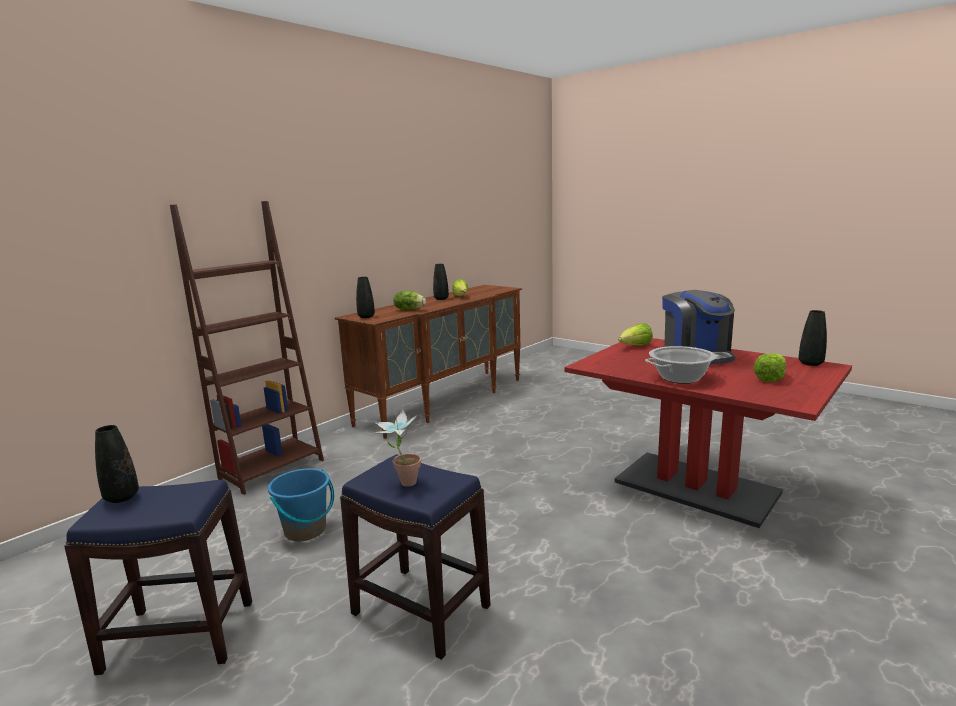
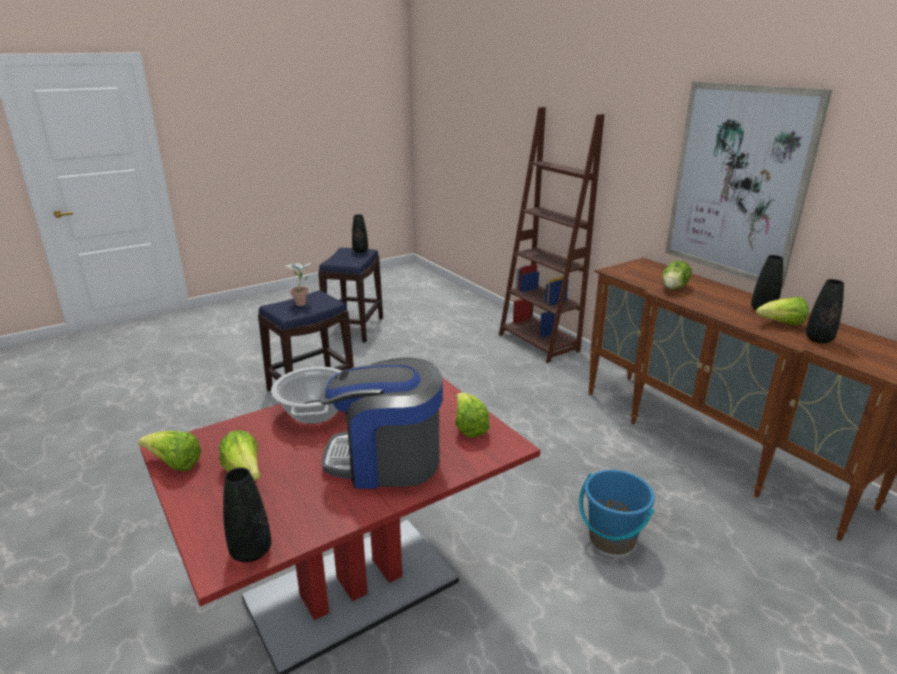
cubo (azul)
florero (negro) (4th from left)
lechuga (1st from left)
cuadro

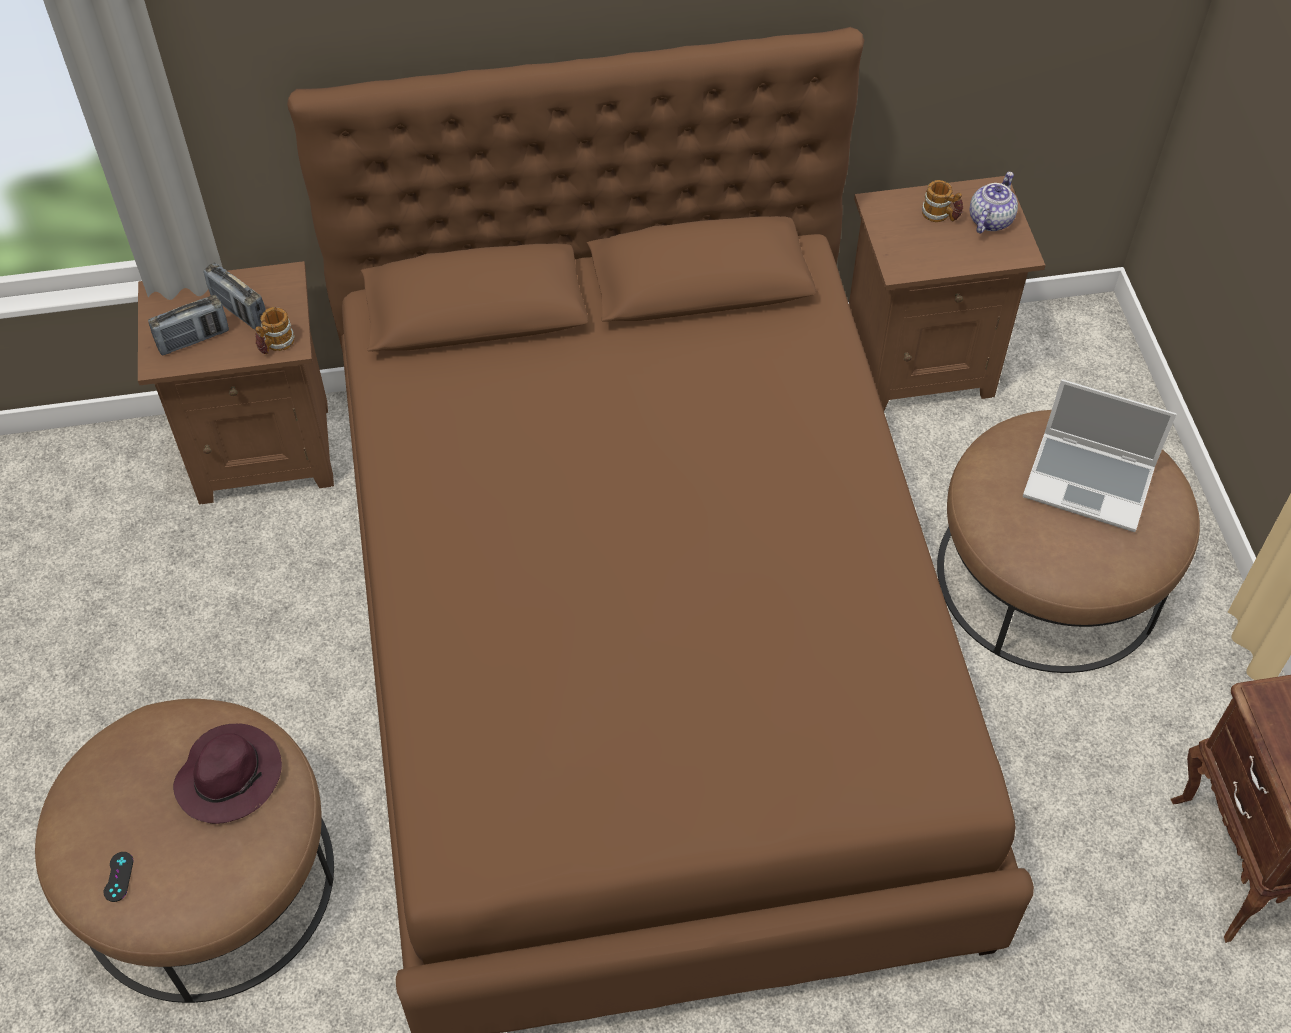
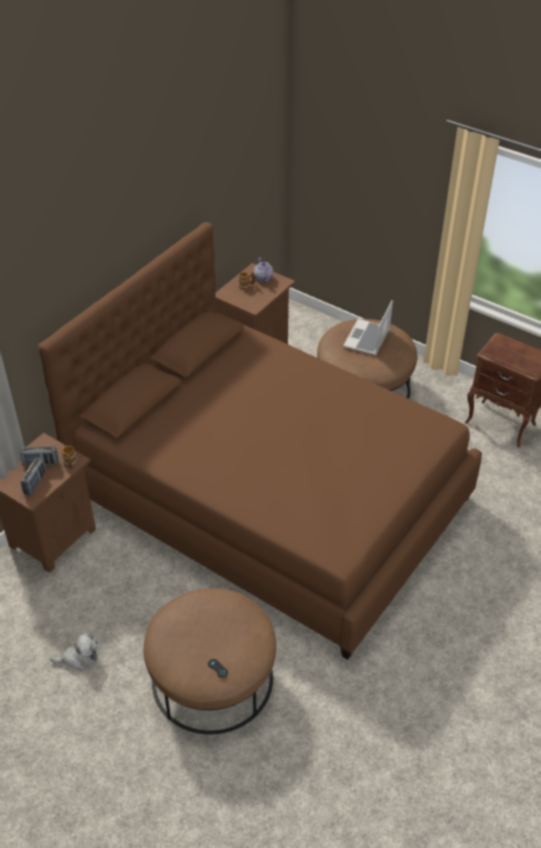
sombrero (morado)
portátil
peluche

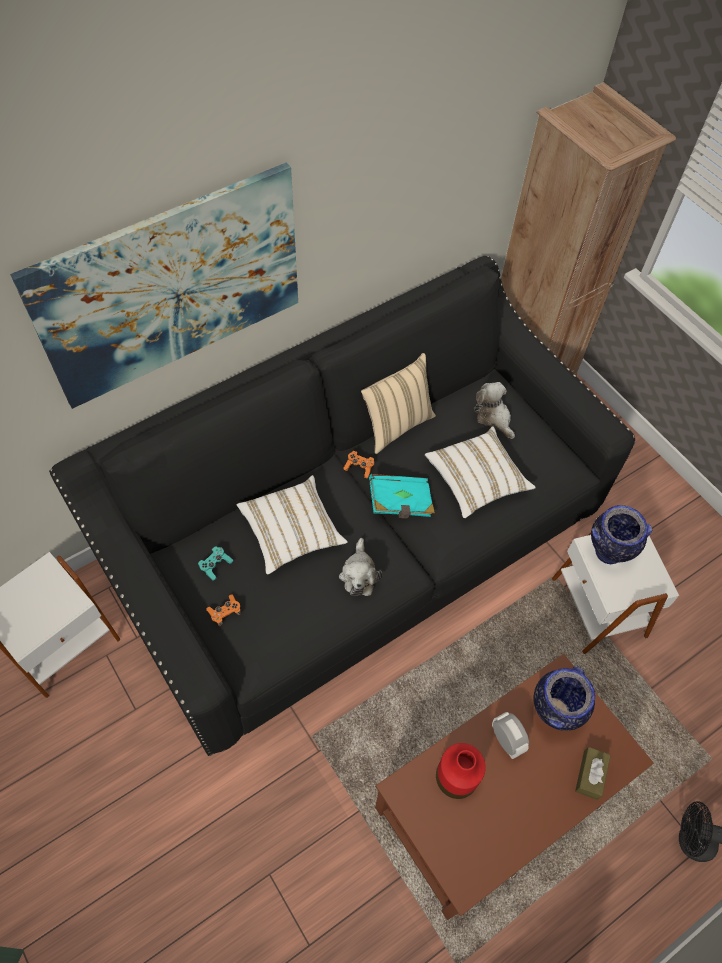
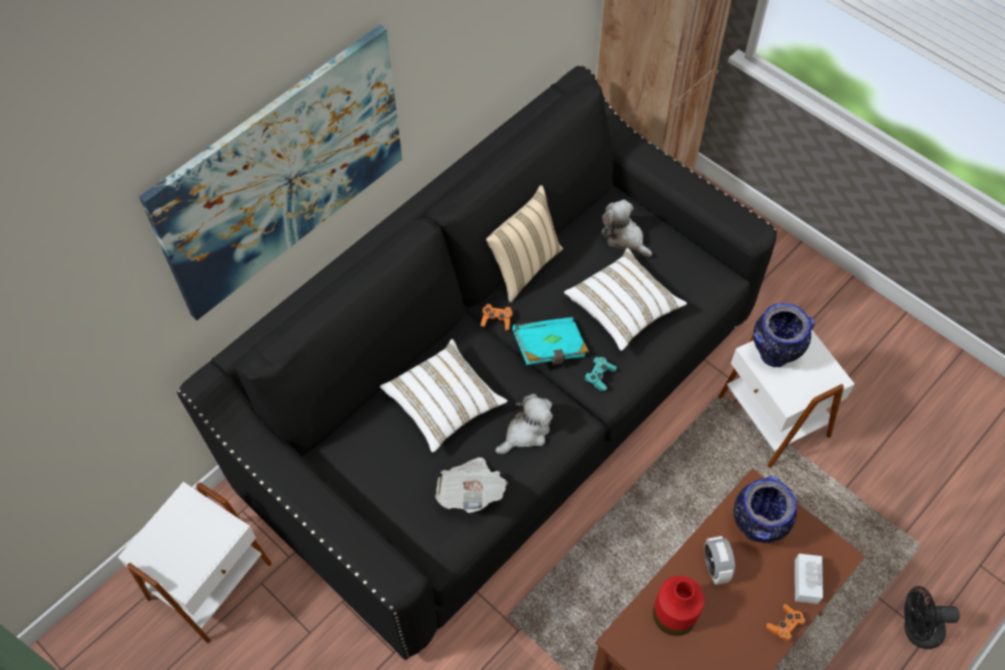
mando de consola (turquesa)
mando de consola (naranja) (2nd from left)
peluche (1st from left)
despertador
caja de pañuelos (blanco)
periódico

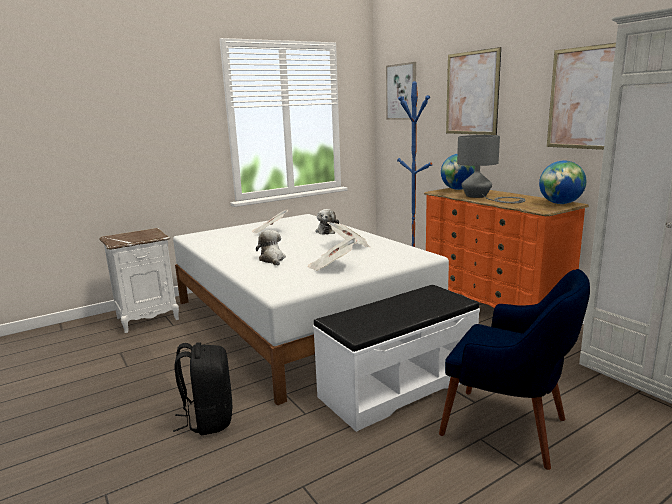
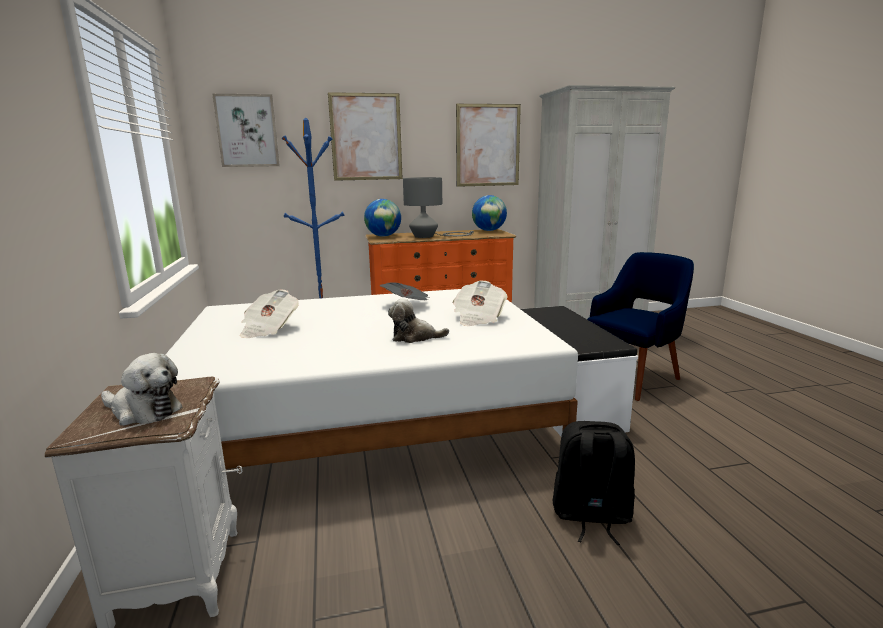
peluche (1st from left)

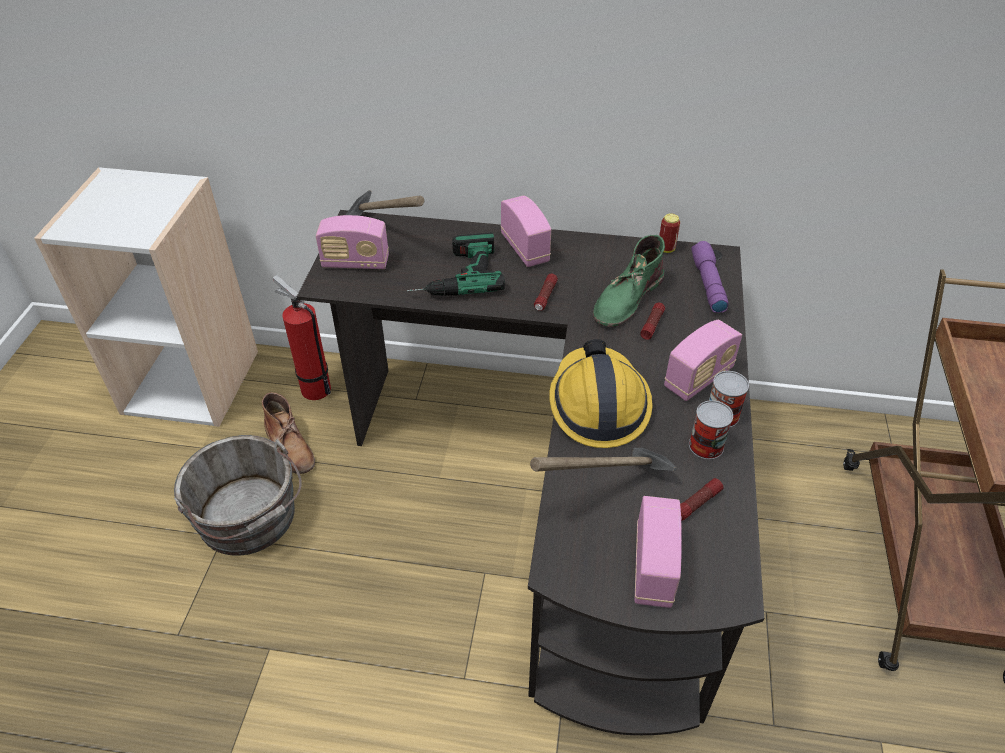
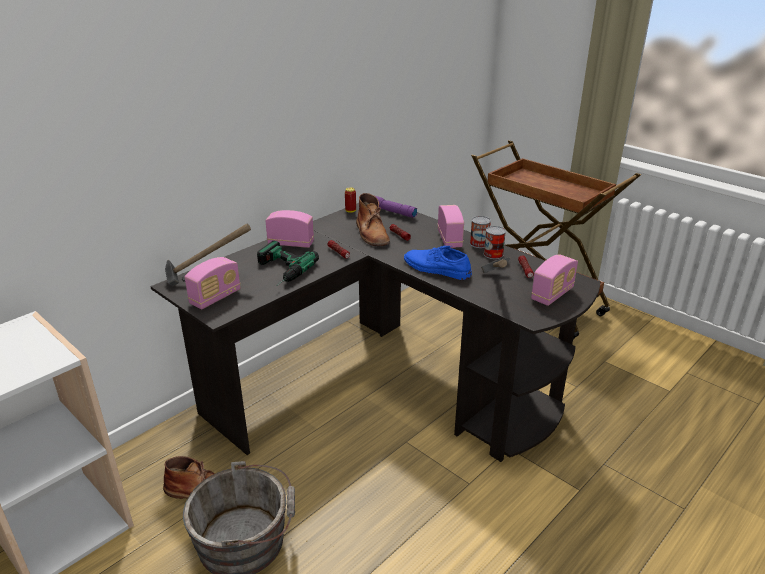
extintor
zapato (azul)
bota (marrón) (2nd from left)
radio (4th from left)

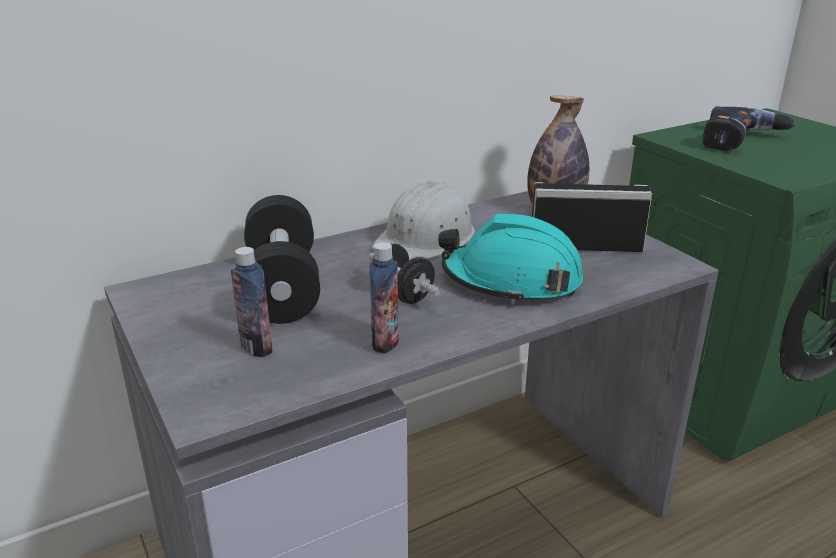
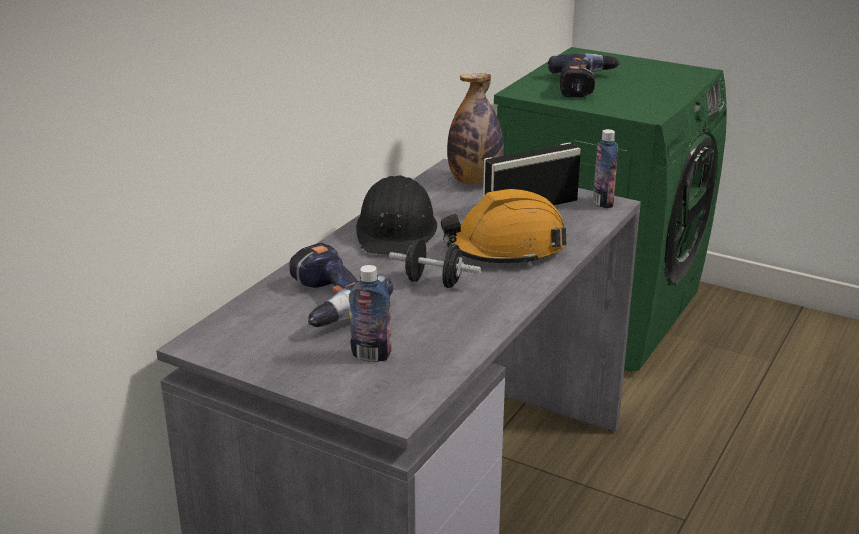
taladro (1st from left)
botella (3rd from left)
casco (negro)
casco (naranja)

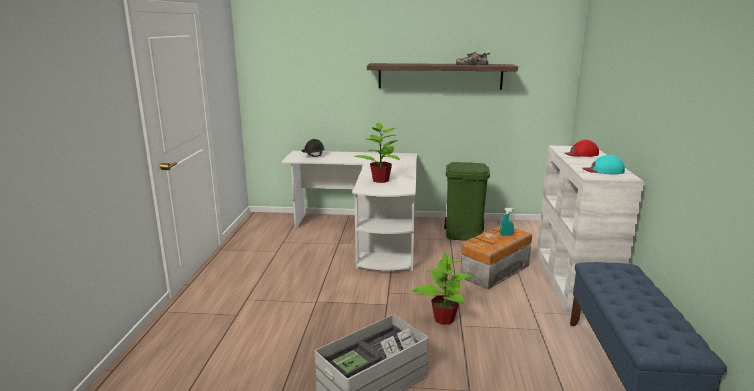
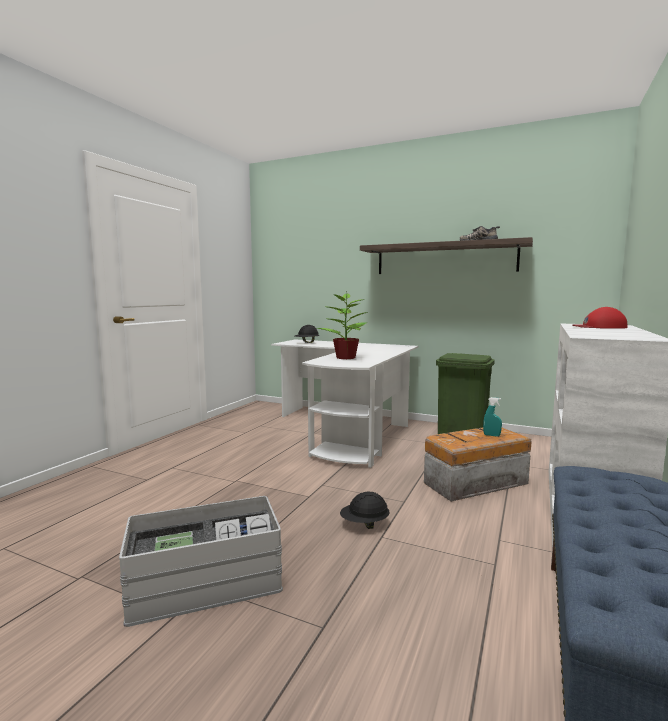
casco (negro) (2nd from left)
gorra (turquesa)

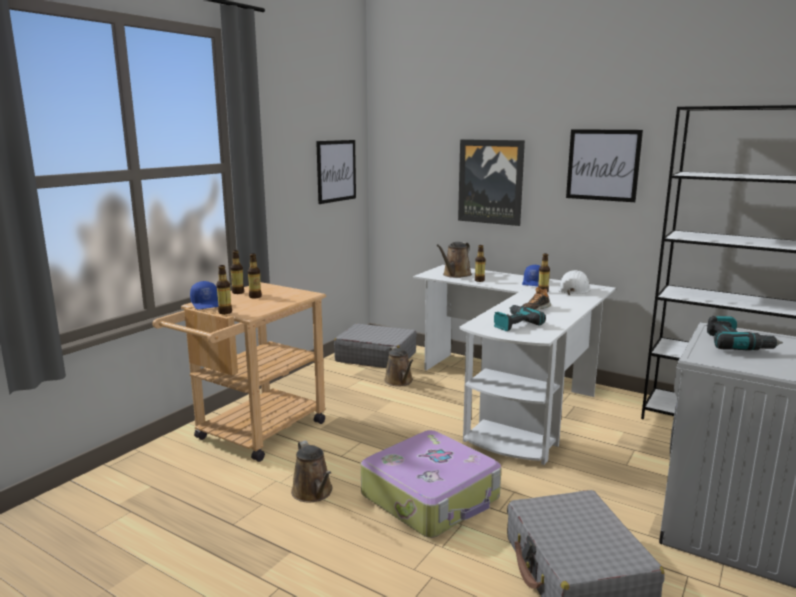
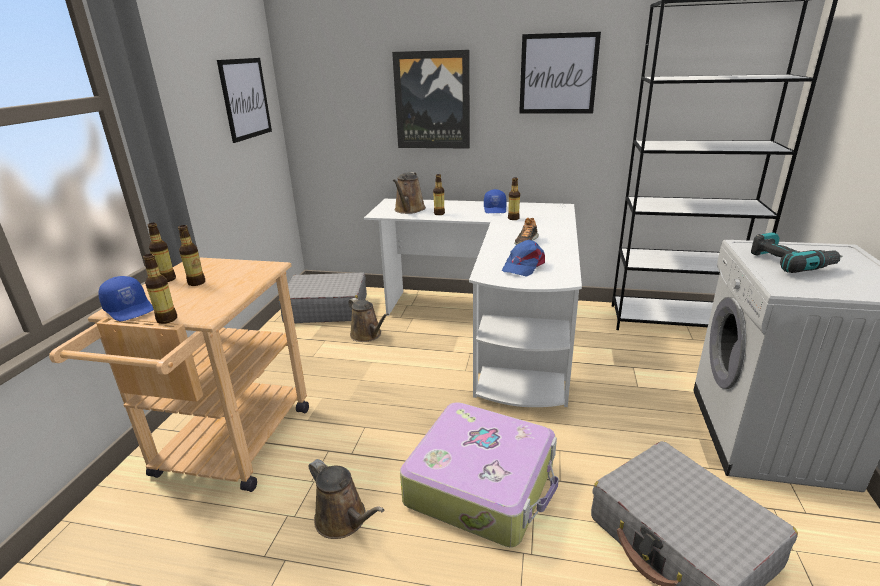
gorra (azul) (3rd from left)
casco (blanco)

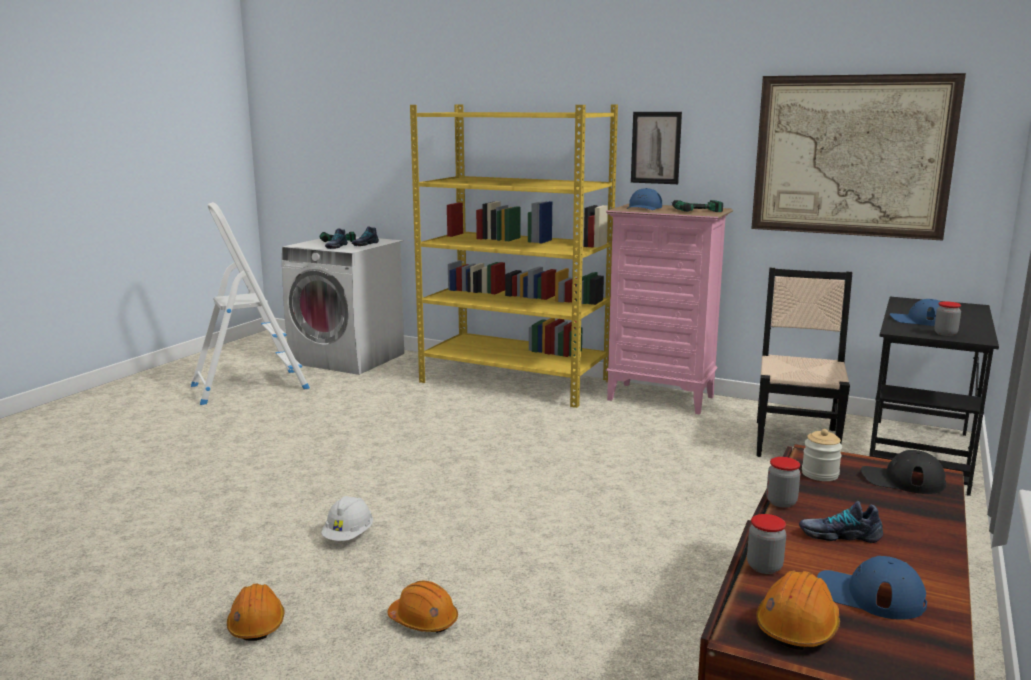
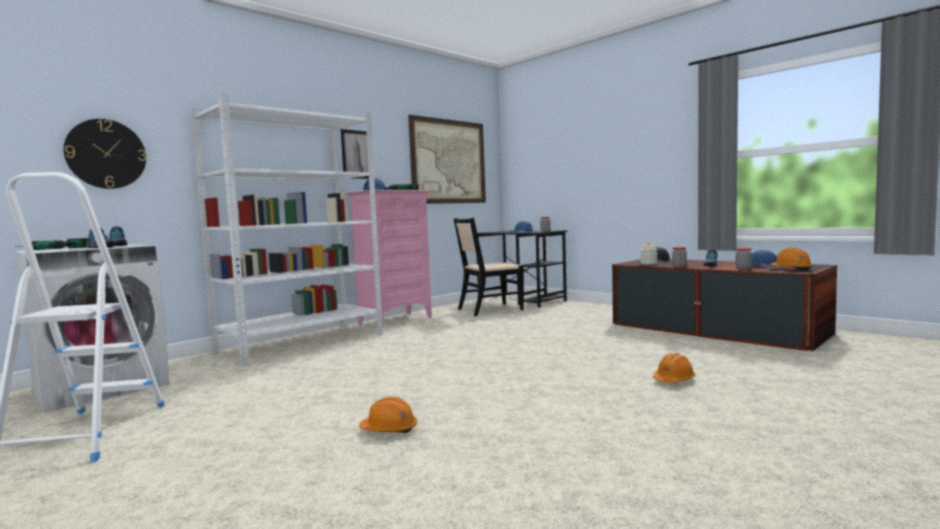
casco (naranja) (1st from left)
casco (blanco)
estantería (blanco)
silla
reloj de pared

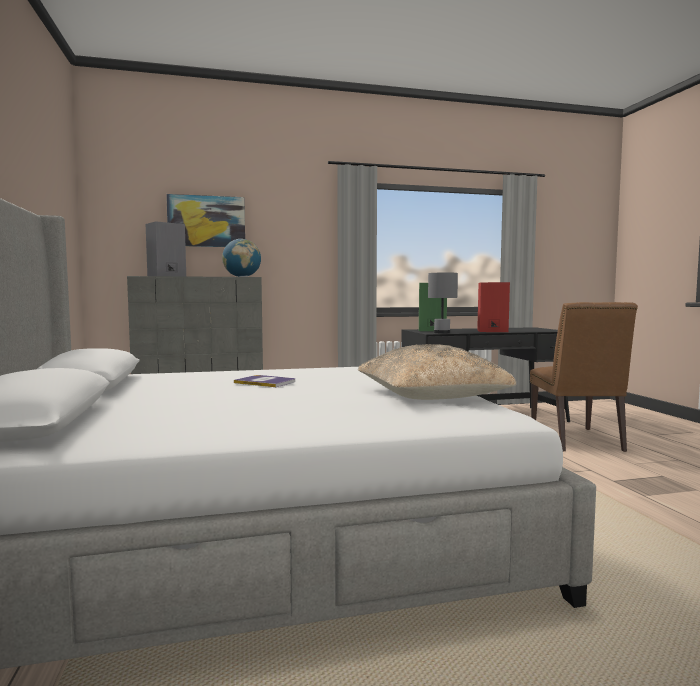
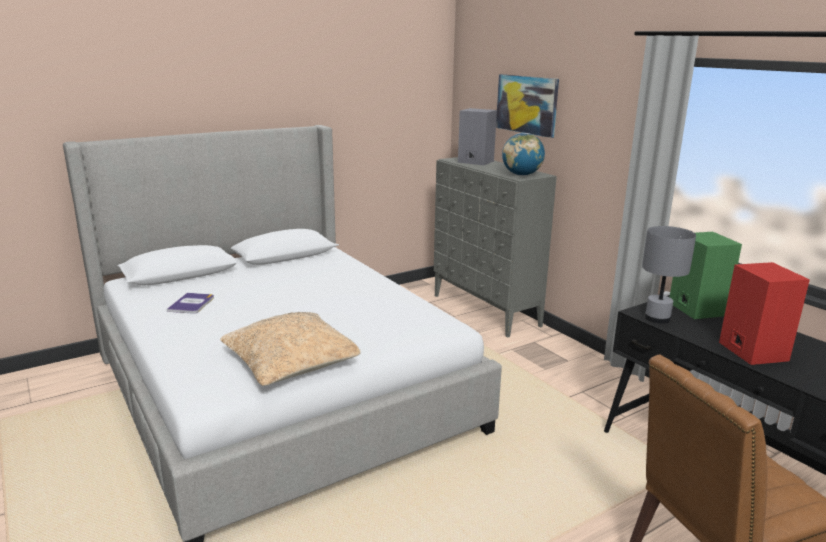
libro

